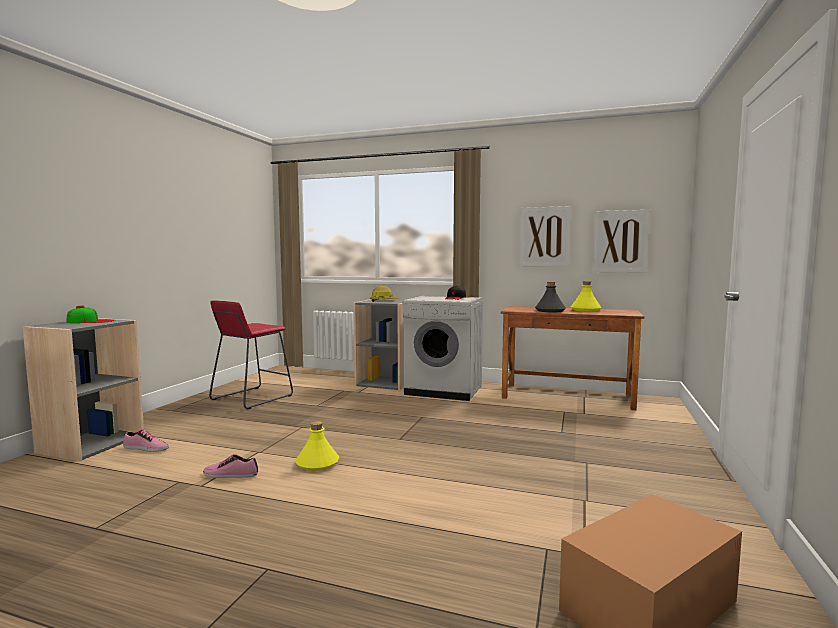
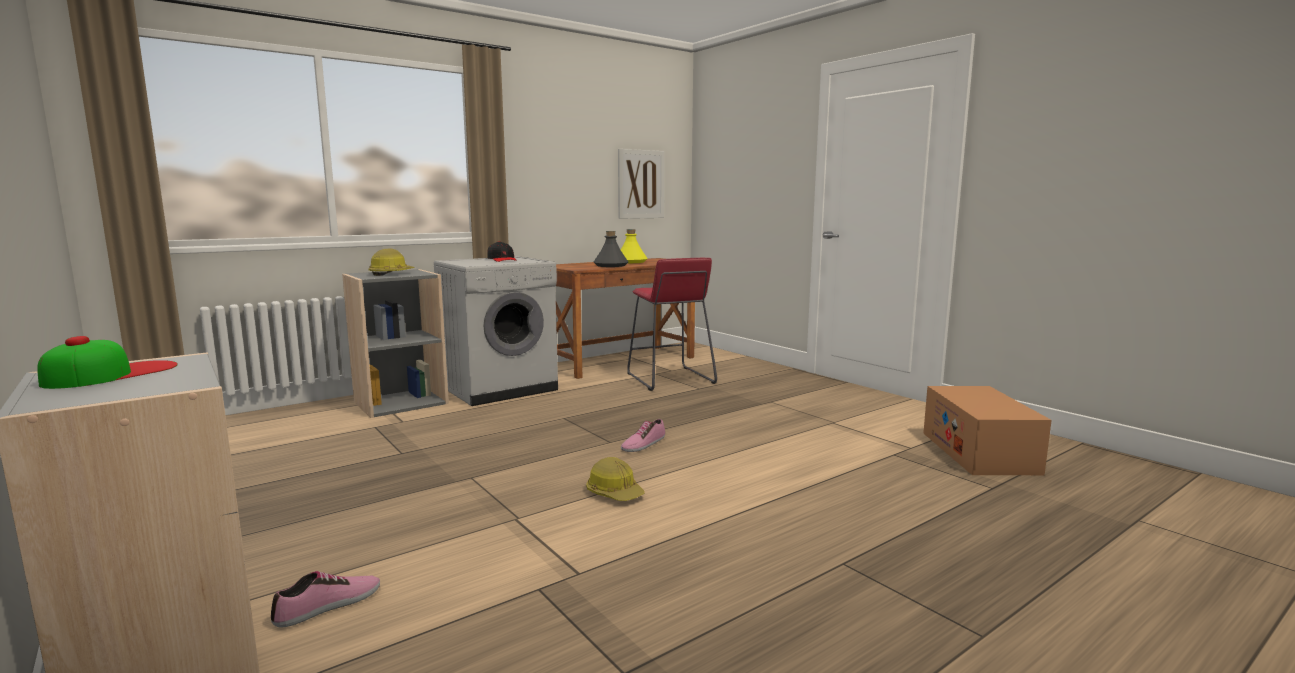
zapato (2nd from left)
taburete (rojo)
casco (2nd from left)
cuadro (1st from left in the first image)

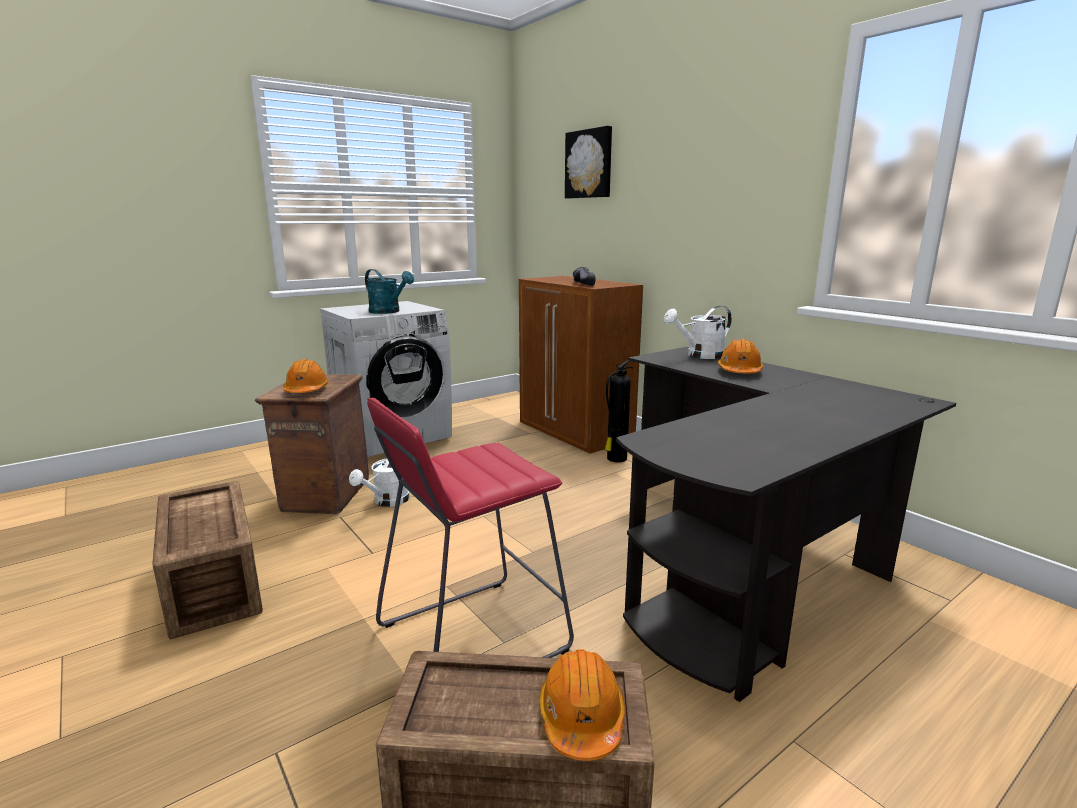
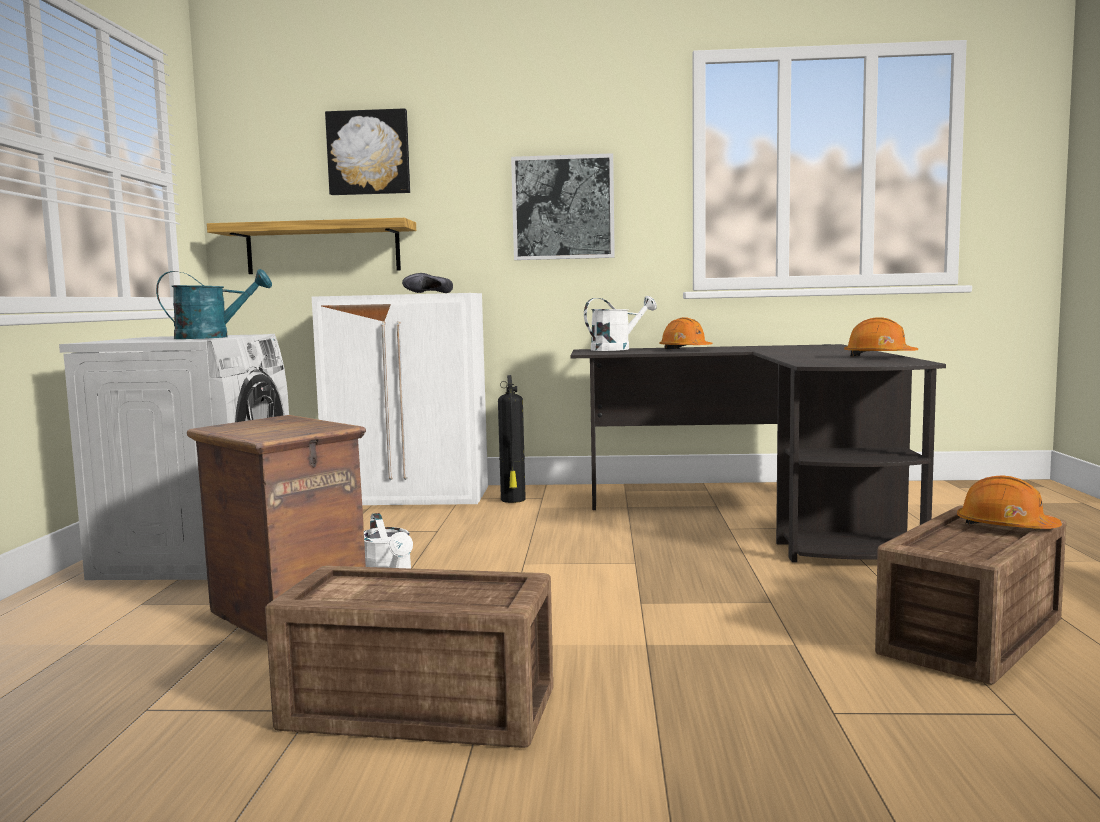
casco (naranja) (2nd from left)
taburete (rojo)
armario (blanco)
regadera (blanco) (2nd from left)
estante
cuadro (2nd from left)

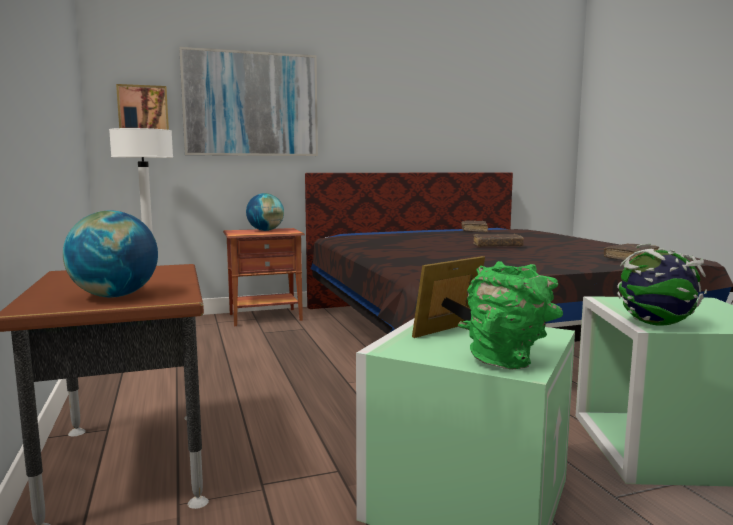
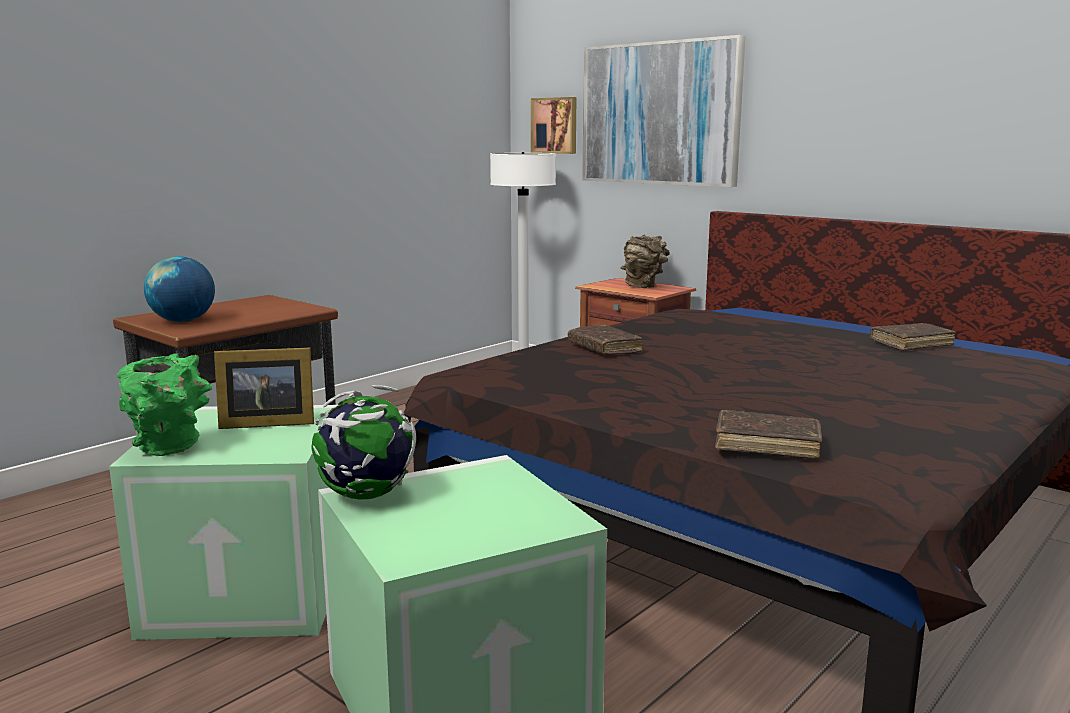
florero (marrón)
portarretratos
libro (marrón) (1st from left)

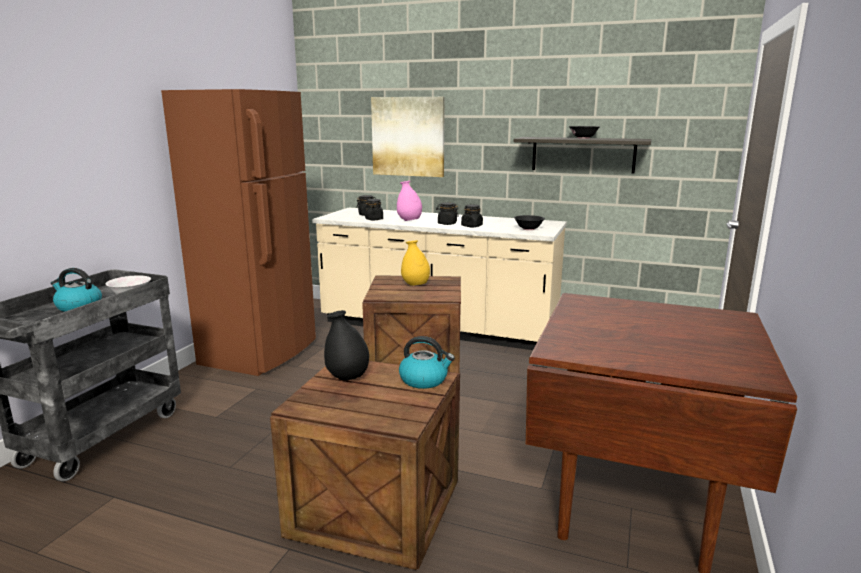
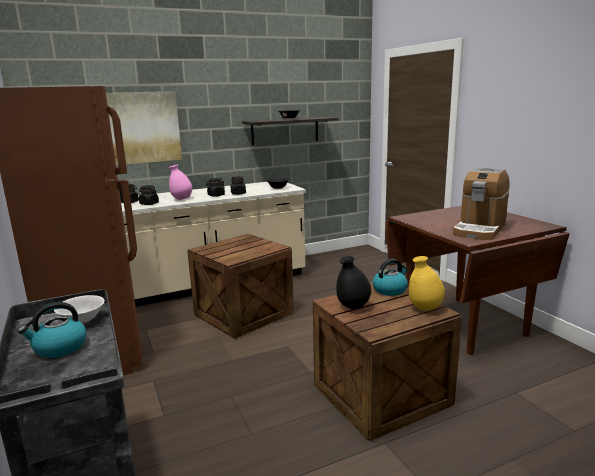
florero (amarillo)
cafetera

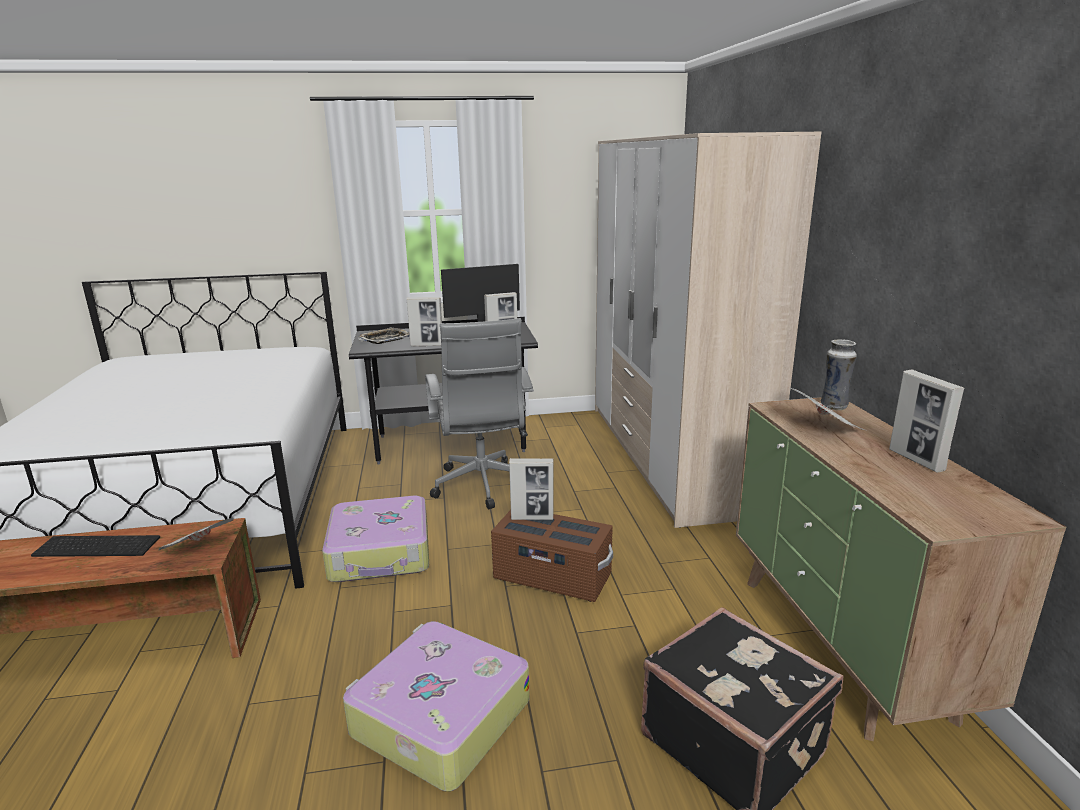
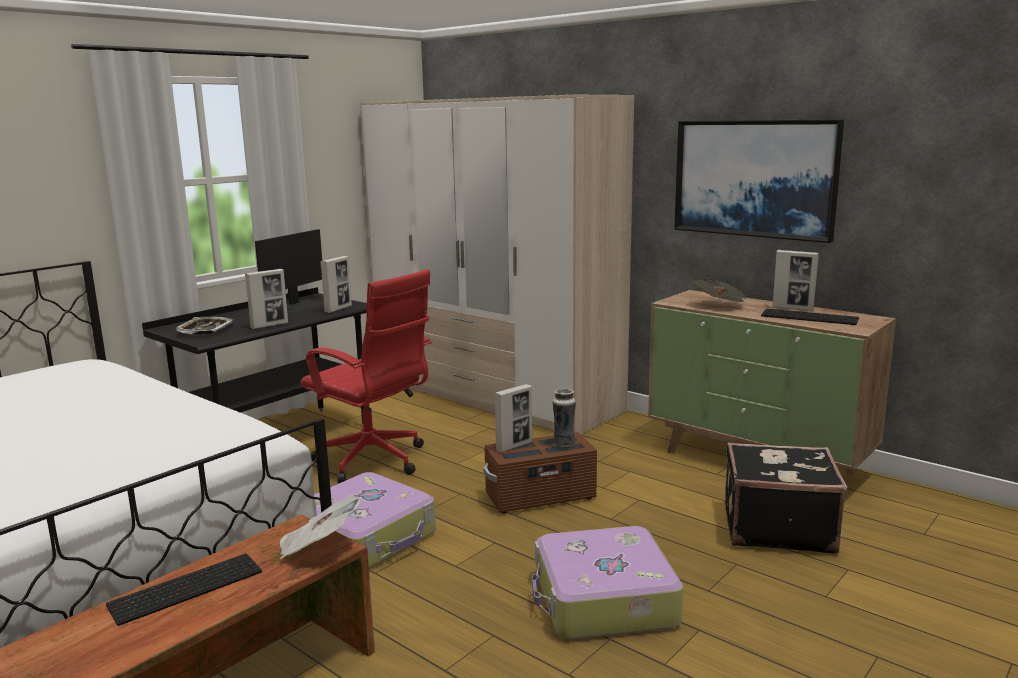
silla de oficina (rojo)
florero
cuadro
teclado (2nd from left)

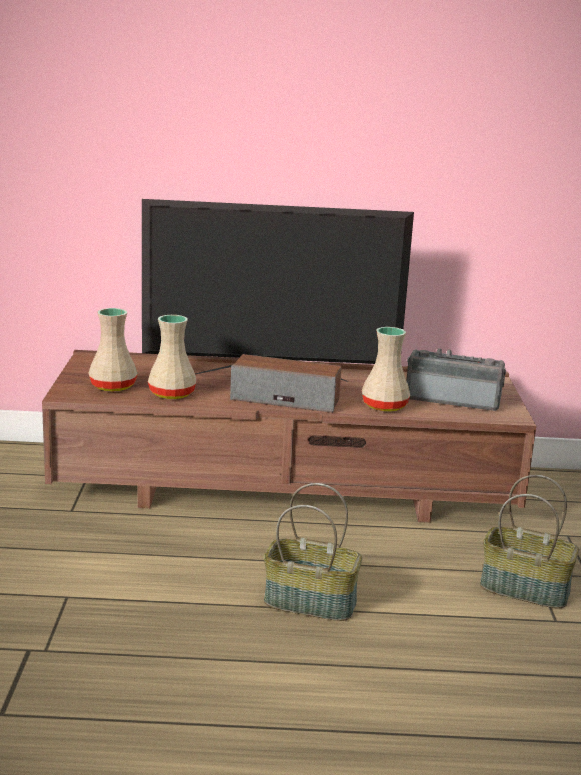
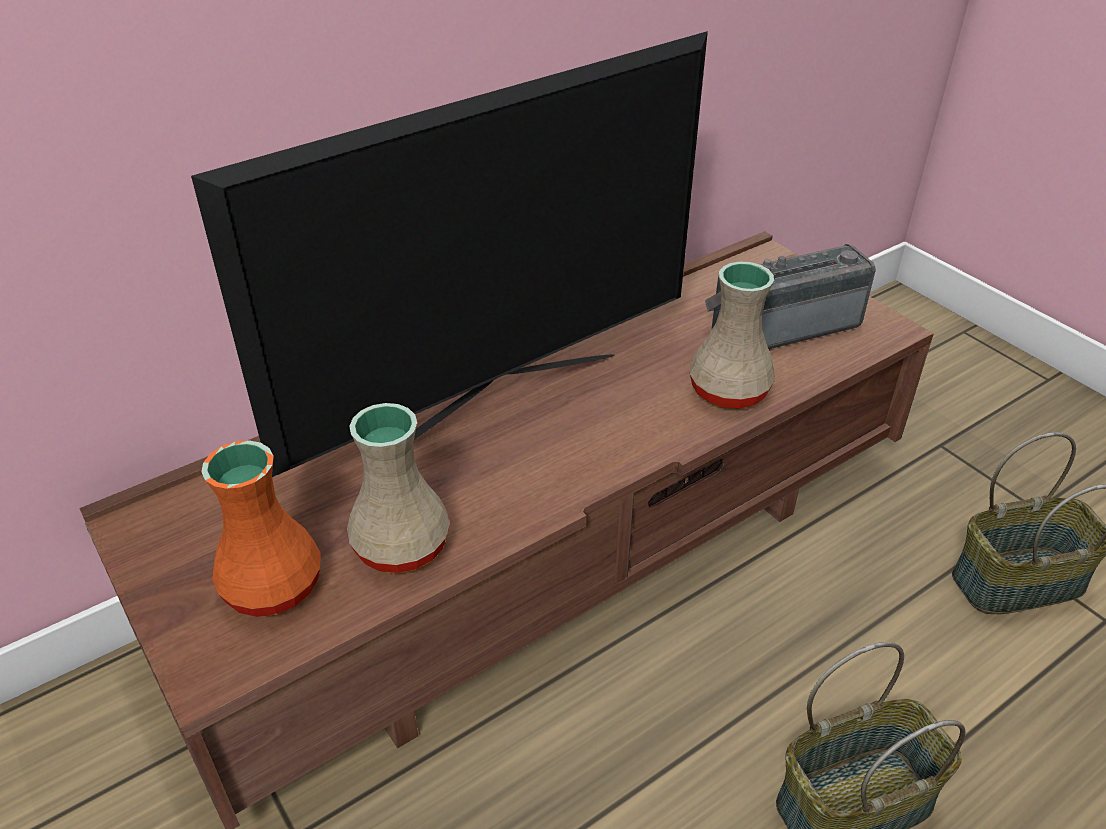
florero (naranja)
altavoz

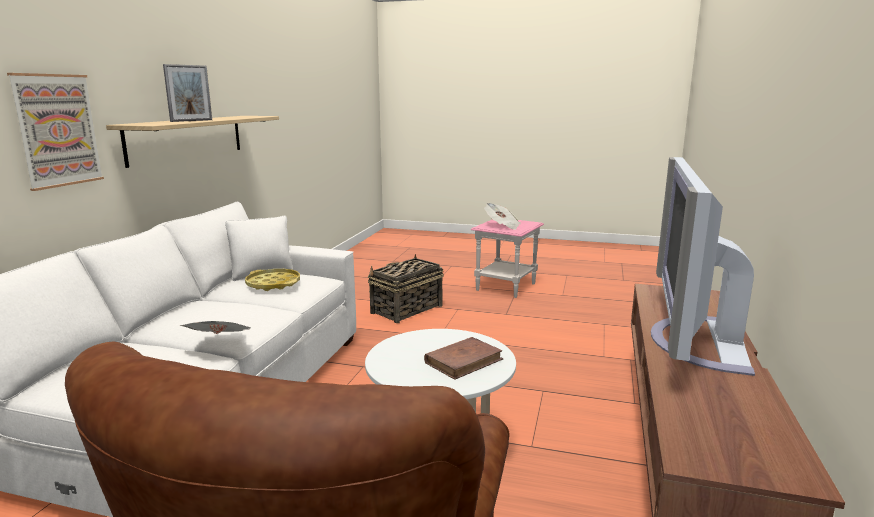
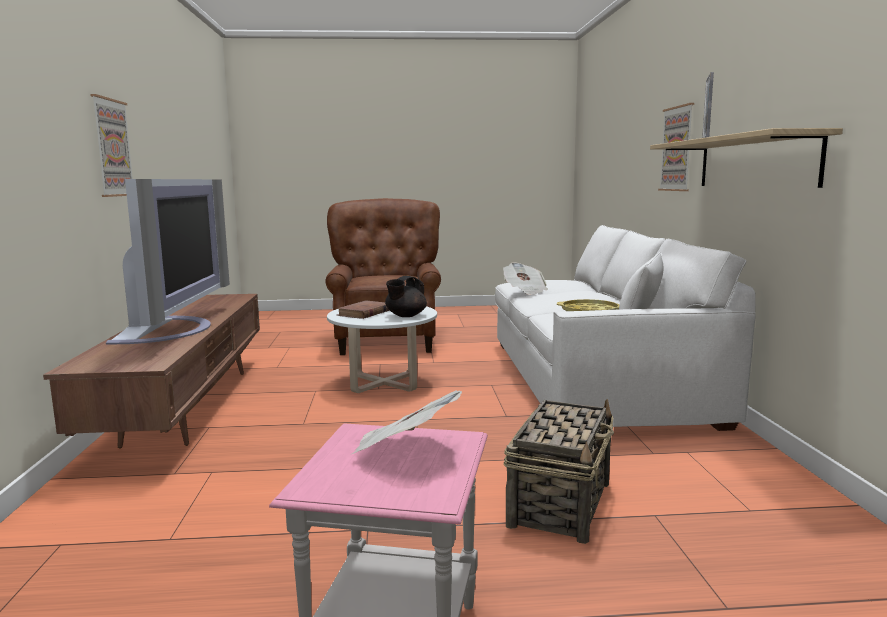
cuadro (1st from left)
tetera (negro)

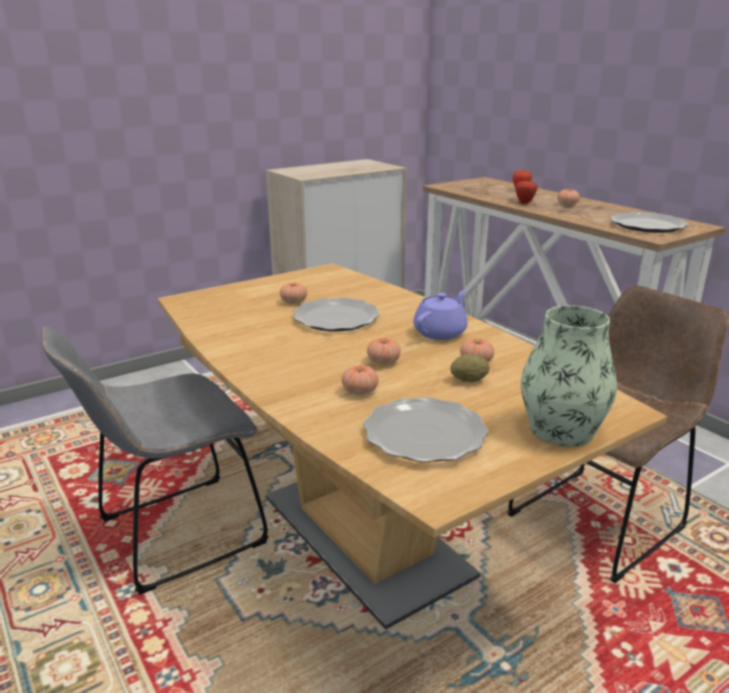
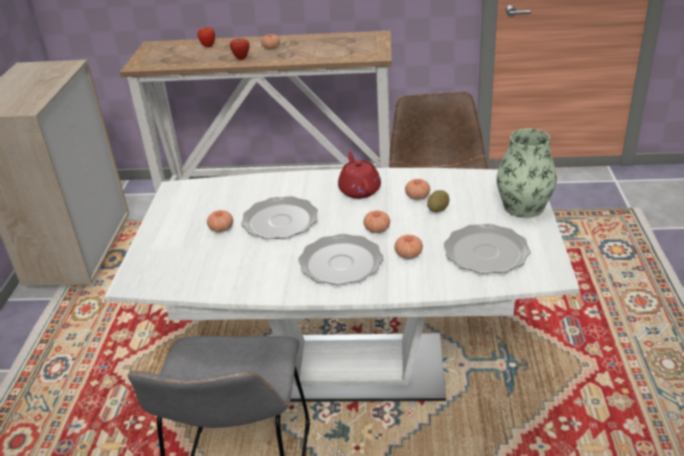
mesa de comedor (blanco)
tetera (rojo)
plato (2nd from left)

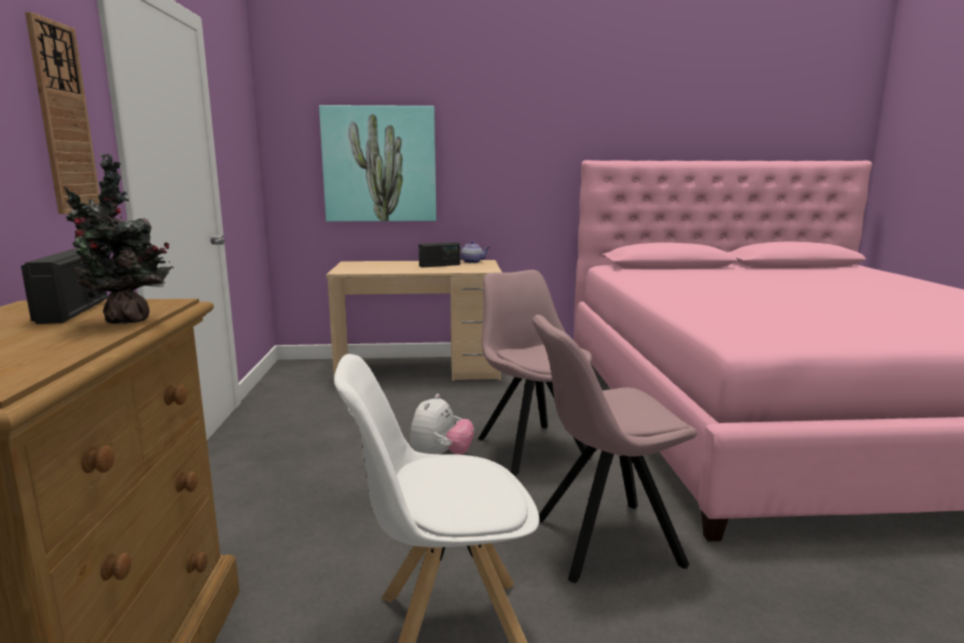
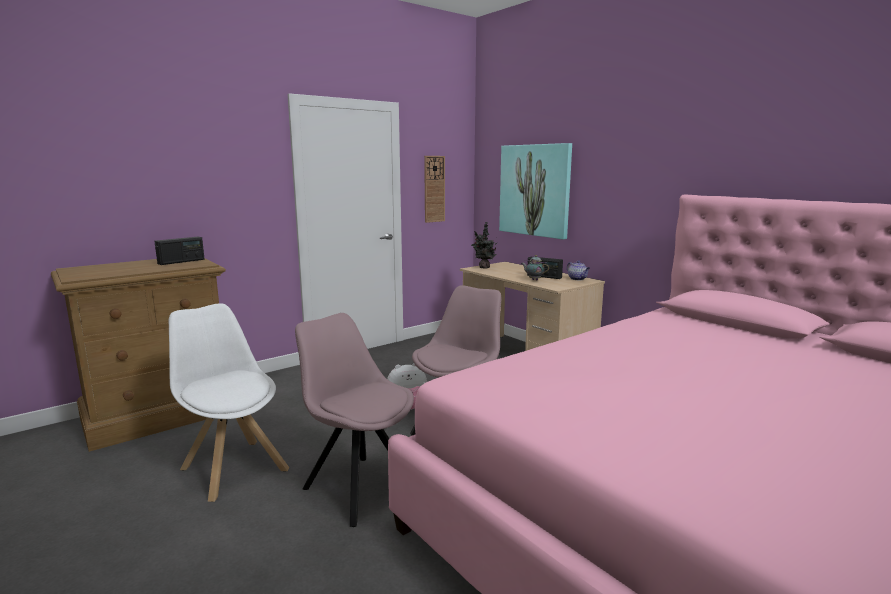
reloj de pared
planta en maceta
tetera (1st from left)

